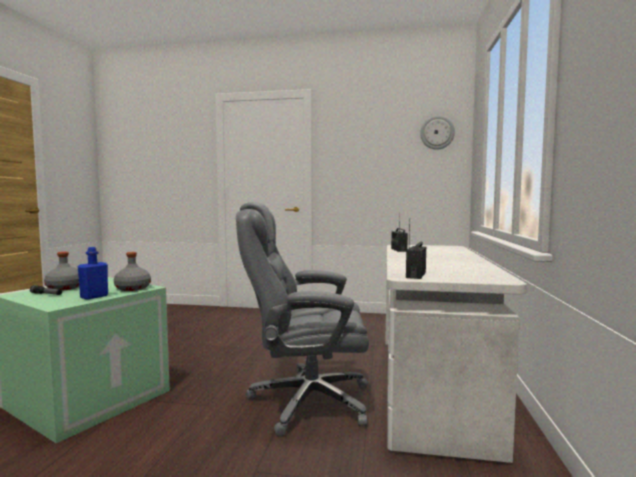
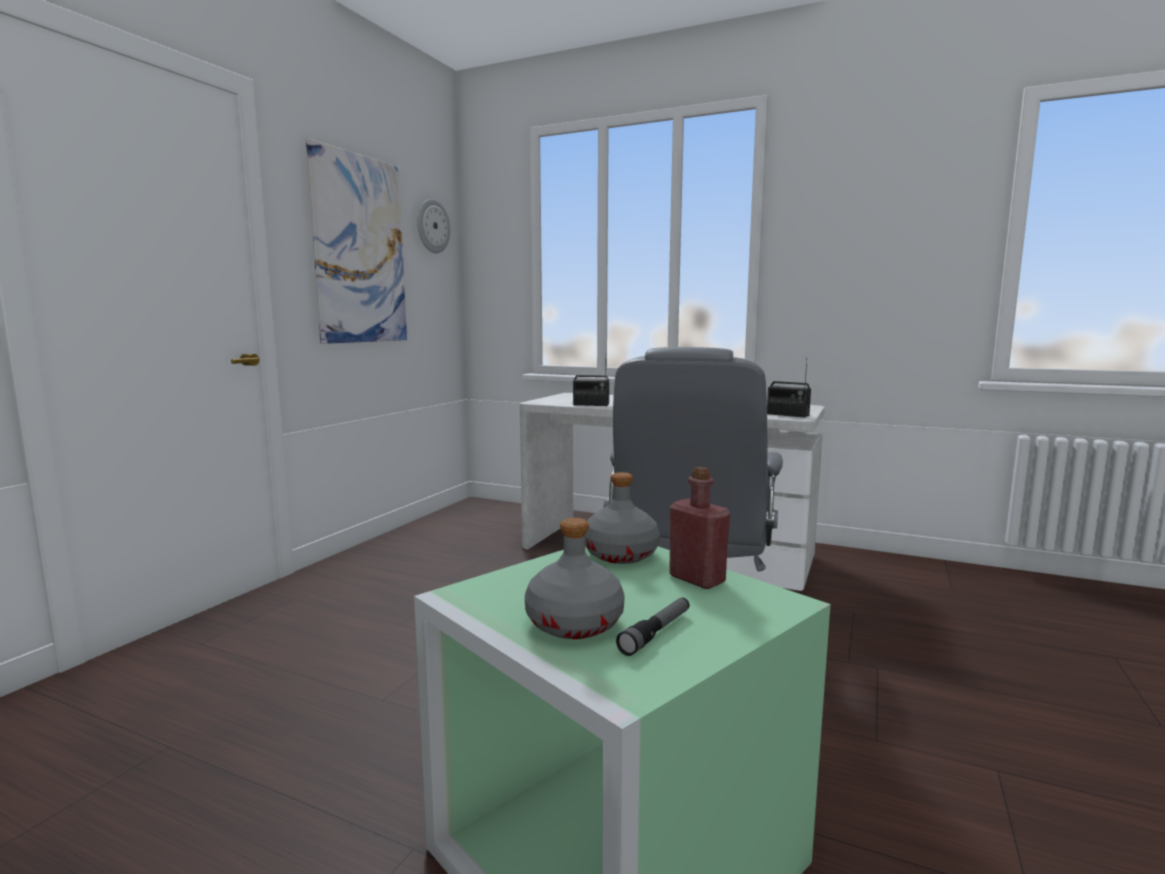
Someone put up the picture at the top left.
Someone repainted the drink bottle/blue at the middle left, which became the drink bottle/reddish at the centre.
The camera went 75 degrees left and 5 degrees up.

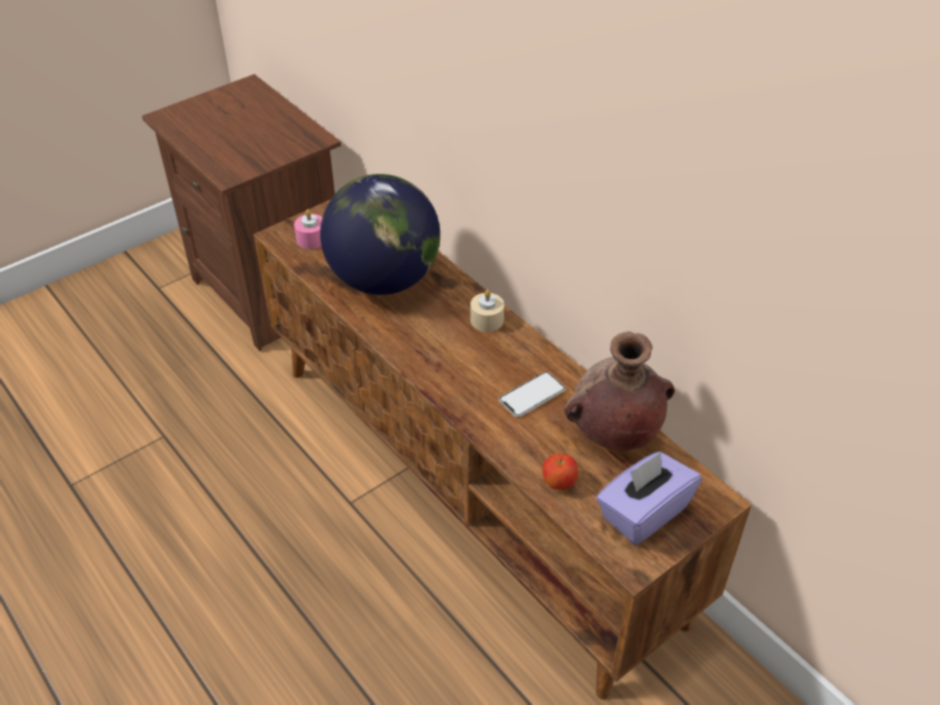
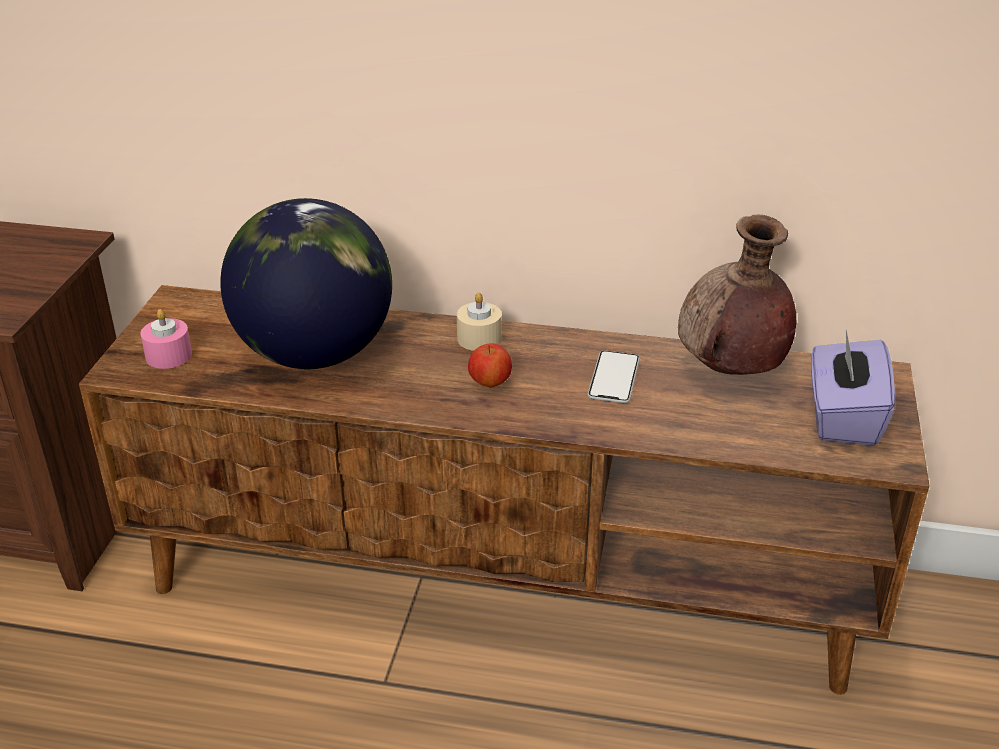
Someone carried the whole apple from the bottom centre to the centre.
The camera went 40 degrees left and 10 degrees down.

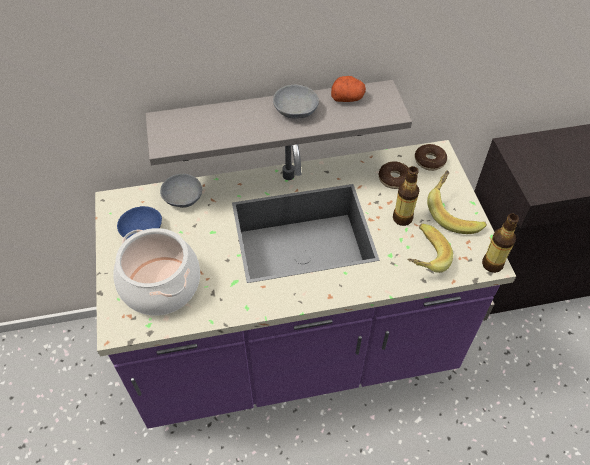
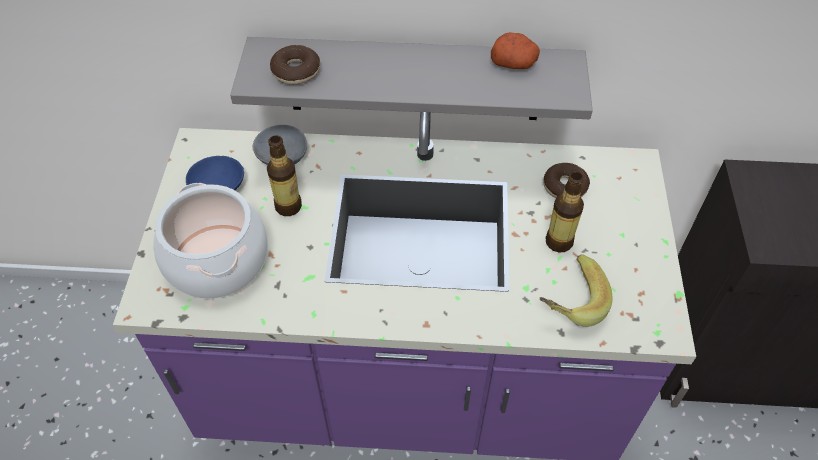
Someone took away the deep dish/gray (2nd from left) at the top centre.
Someone took away the whole banana (2nd from left) at the middle right.
Someone carried the donut (2nd from left in the first image) from the middle right to the top centre.
Someone carried the drink bottle (2nd from left in the first image) from the middle right to the centre.
The camera went 15 degrees right and 0 degrees up.

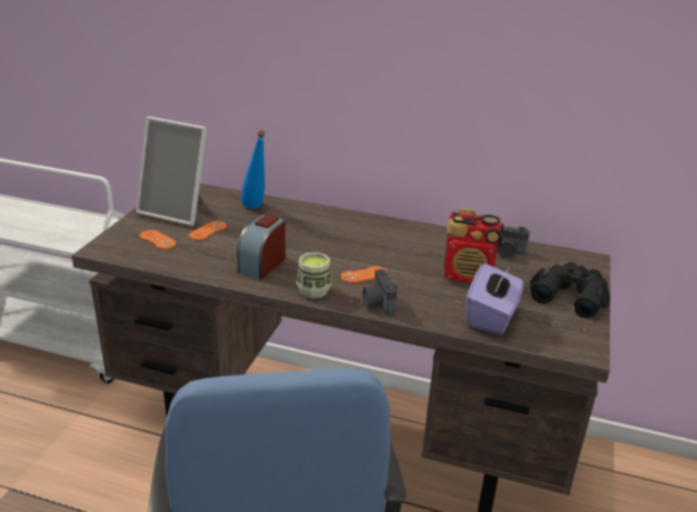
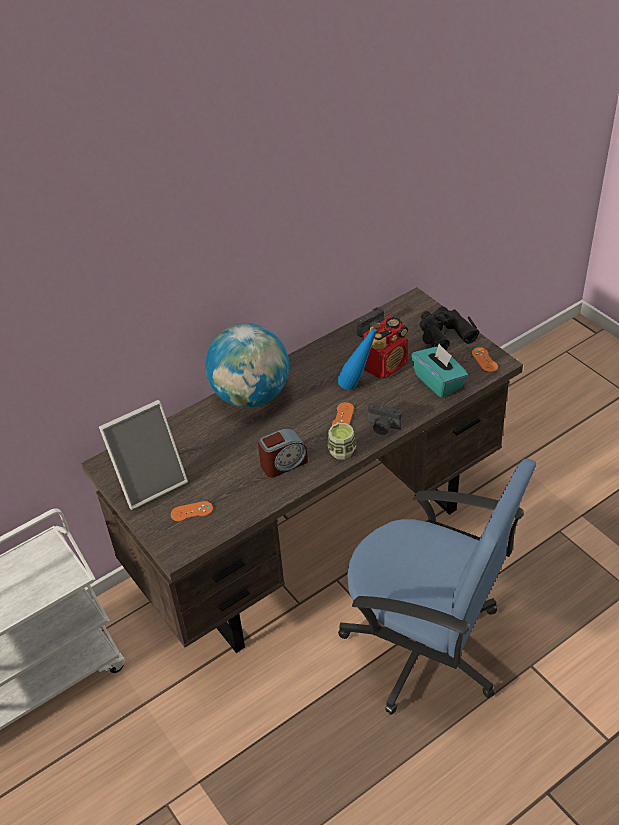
Someone put down the desk globe at the centre.
Someone carried the game controller/orange (2nd from left in the first image) from the middle left to the middle right.
Someone carried the drink bottle/blue from the top centre to the centre.
Someone repainted the tissue box/purplish at the middle right, which became the tissue box/turquoise-coloured at the middle right.
Someone rotated the alarm clock at the centre by 90 degrees counterclockwise.
The camera went 50 degrees left and 15 degrees up.

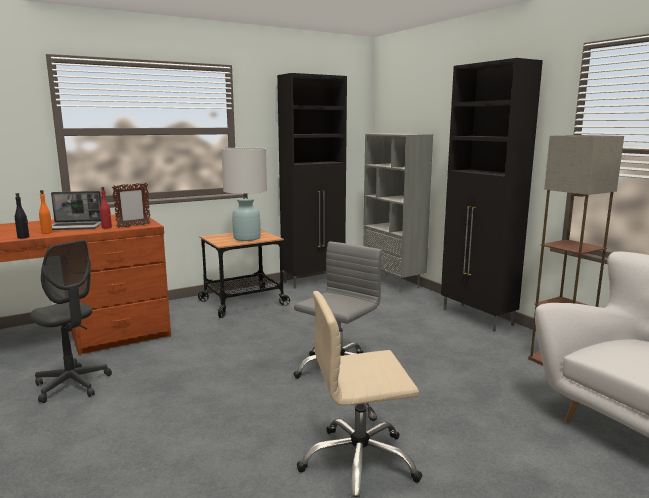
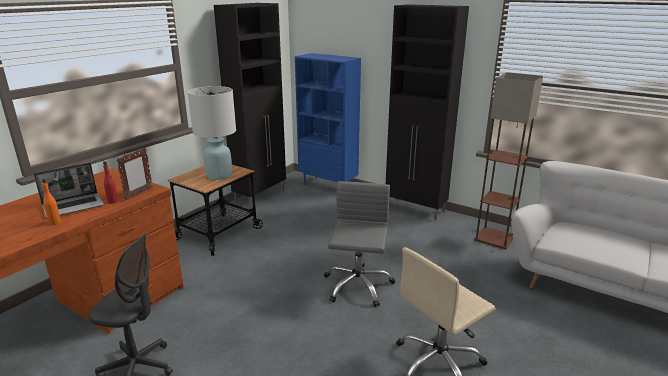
Someone took away the drink bottle/blackish at the middle left.
Someone repainted the bookshelf/gray at the centre, which became the bookshelf/blue at the top centre.
The camera went 25 degrees left and 10 degrees up.

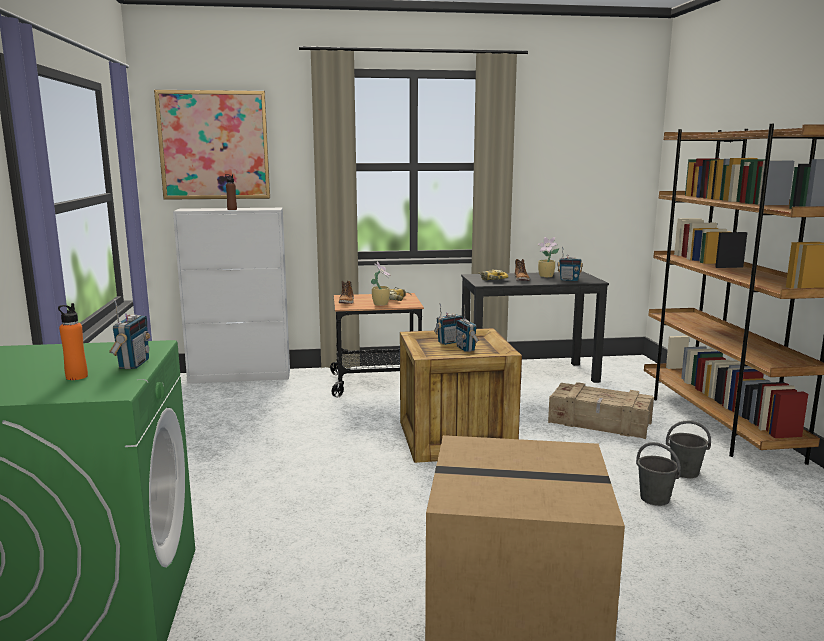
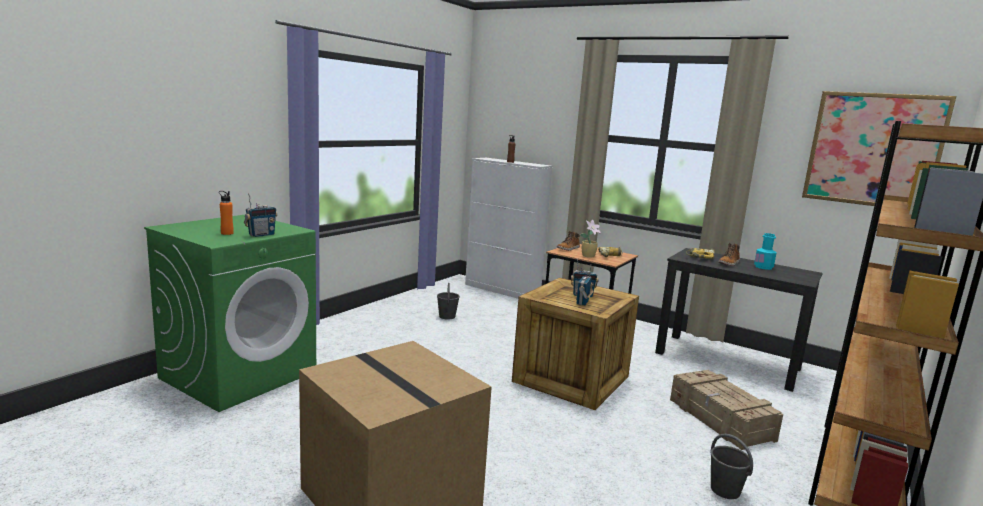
Someone took away the radio receiver (4th from left) at the middle right.
Someone carried the picture from the top left to the top right.
Someone carried the pail/gray (1st from left) from the bottom right to the centre.
Someone swapped the houseplant (2nd from left) at the centre for the drink bottle/turquoise-coloured at the middle right.
The camera went 40 degrees right and 0 degrees up.

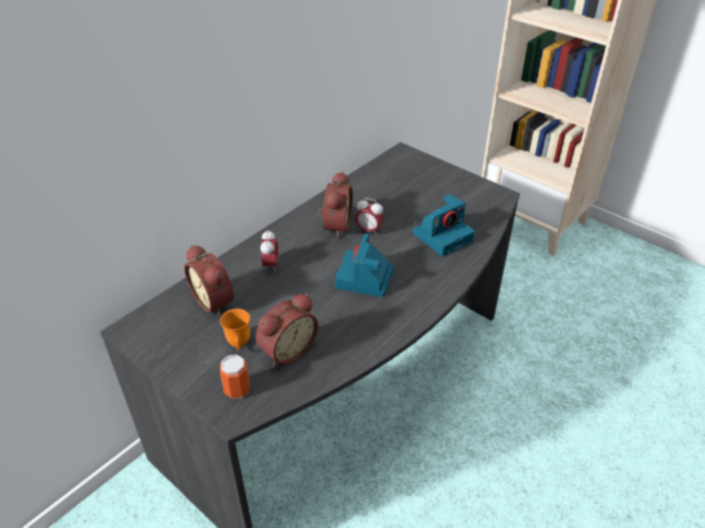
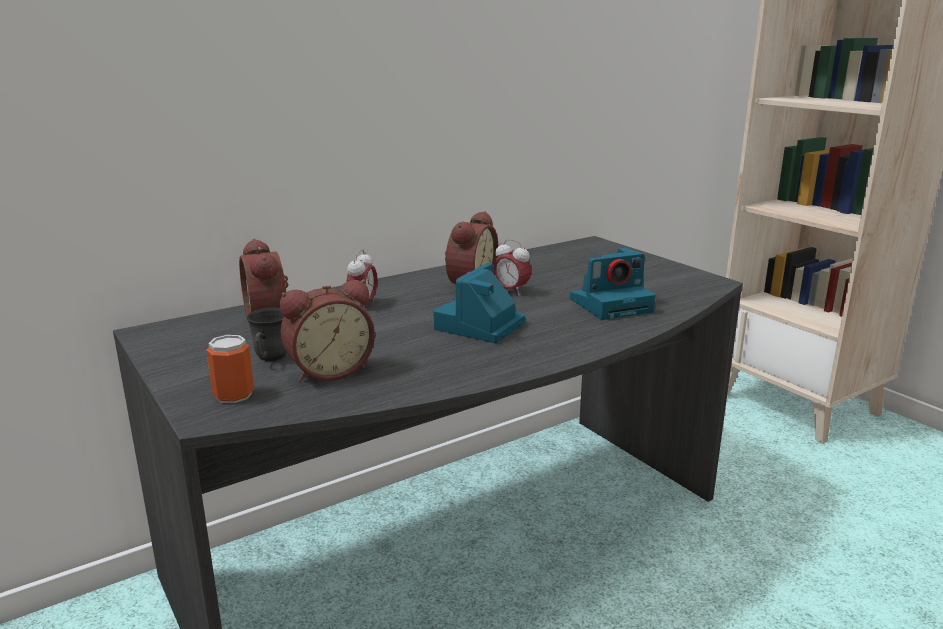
Someone repainted the tea mug/orange at the centre, which became the tea mug/gray at the middle left.
The camera went 15 degrees right and 20 degrees down.

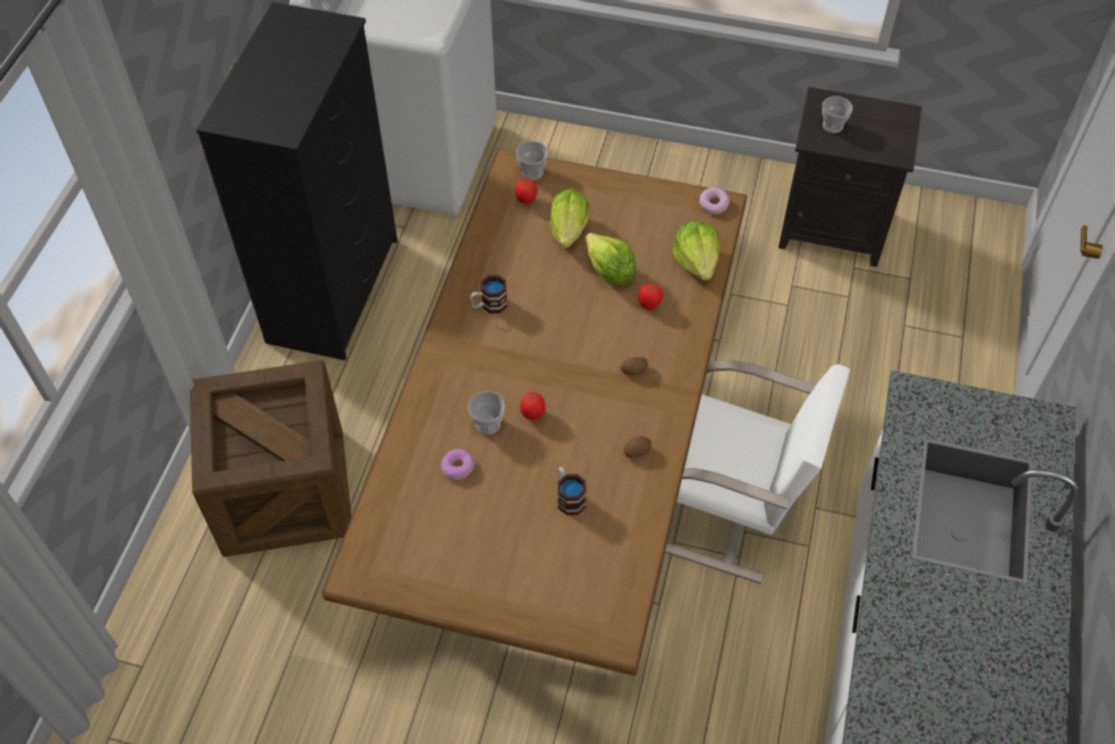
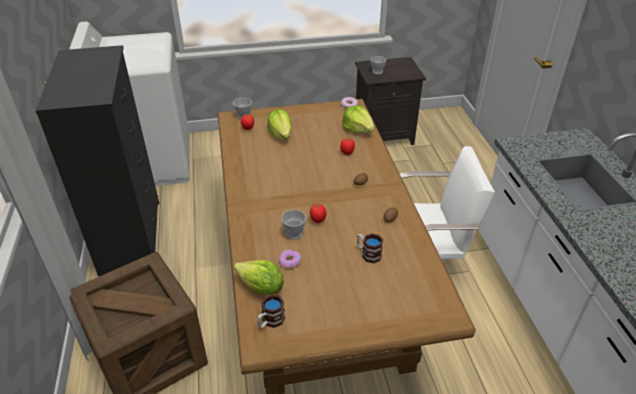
Someone carried the tea mug (1st from left) from the centre to the bottom centre.
Someone carried the lettuce (2nd from left in the first image) from the centre to the bottom centre.
The camera went 25 degrees left and 15 degrees down.

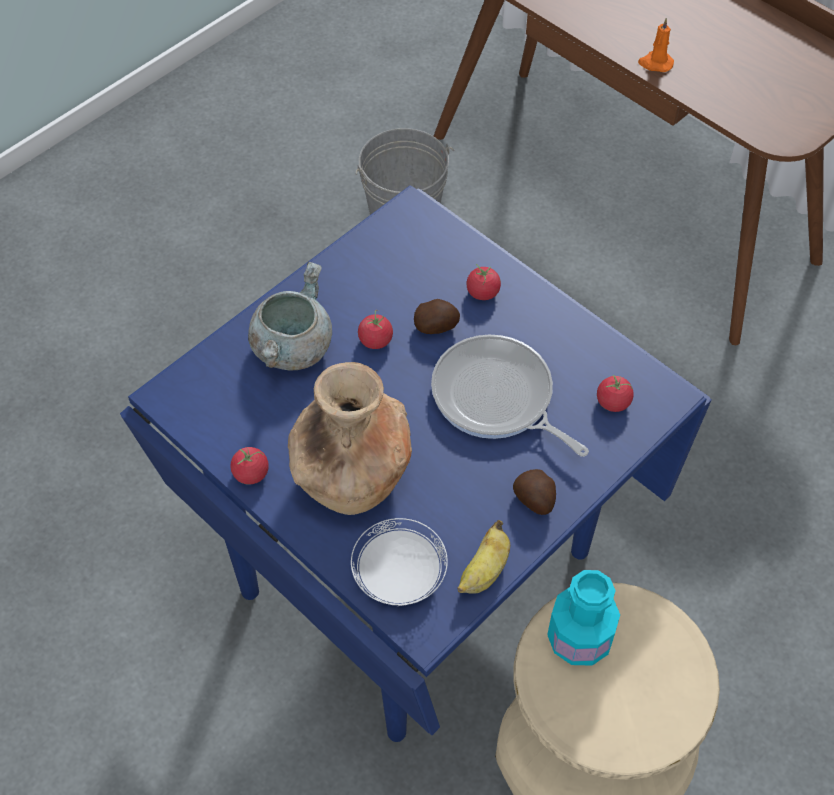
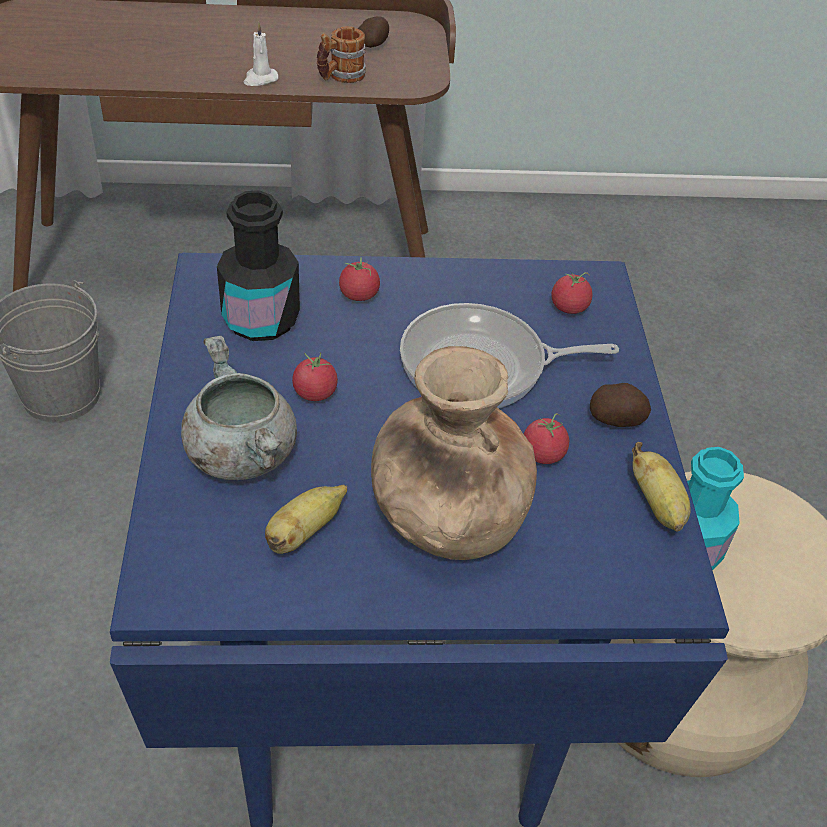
Someone took away the flat dish/white at the bottom centre.
Someone put down the drink bottle/blackish at the top left.
Someone put down the whole banana (1st from left) at the centre.
Someone put down the tea mug at the top centre.
Someone carried the whole tomato (1st from left in the first image) from the middle left to the centre.
Someone carried the whole potato (1st from left) from the centre to the top centre.
Someone repainted the wax candle/orange at the top right, which became the wax candle/white at the top left.
The camera went 50 degrees left and 10 degrees down.

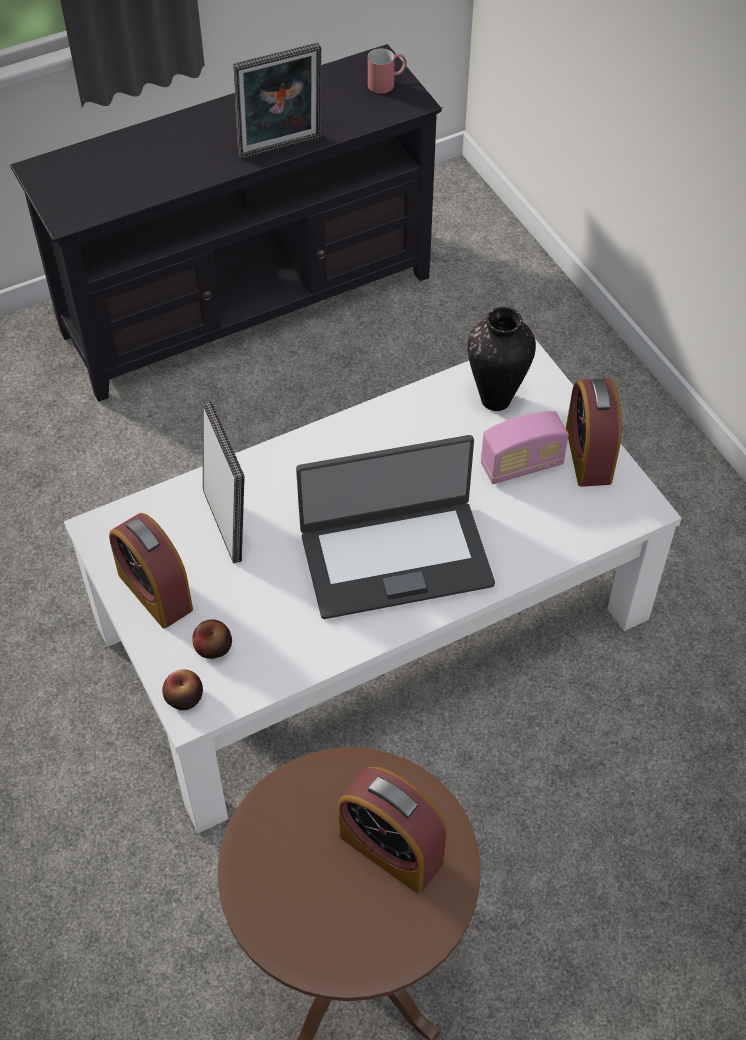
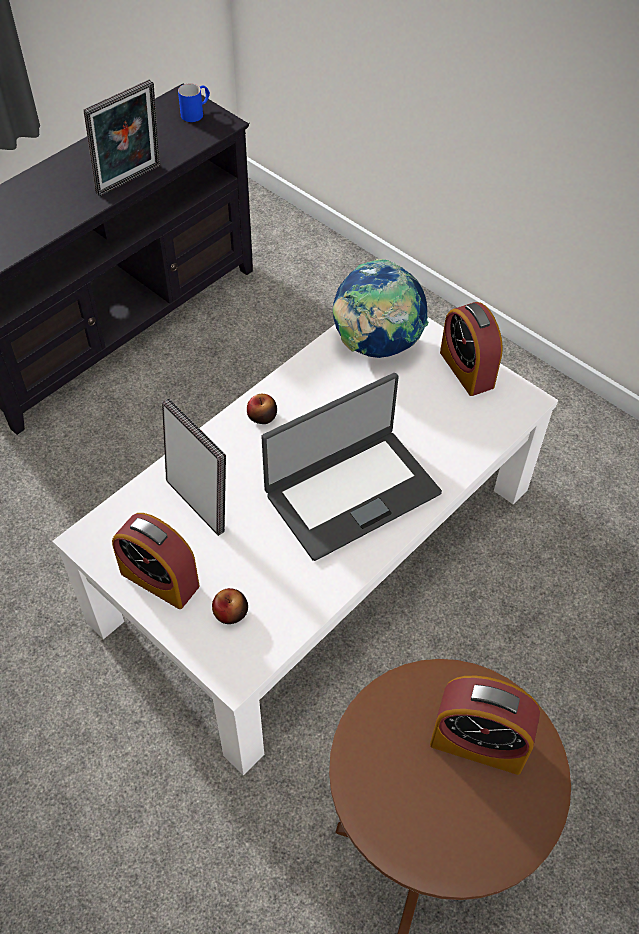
Someone took away the radio receiver at the middle right.
Someone carried the whole apple (1st from left in the first image) from the middle left to the centre.
Someone swapped the flower vase at the middle right for the desk globe at the top centre.
Someone repainted the tea mug/reddish at the top centre, which became the tea mug/blue at the top left.
The camera went 20 degrees left and 0 degrees up.

